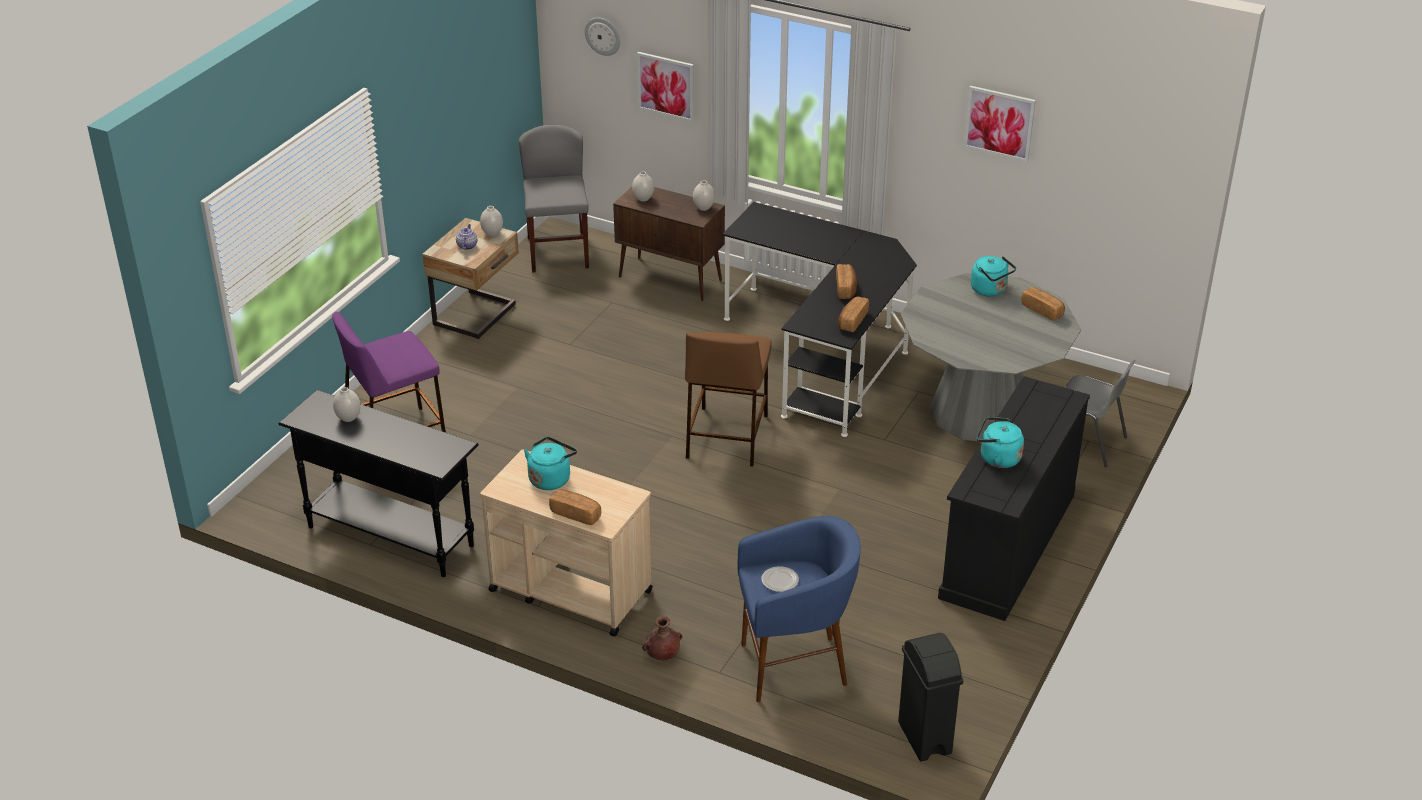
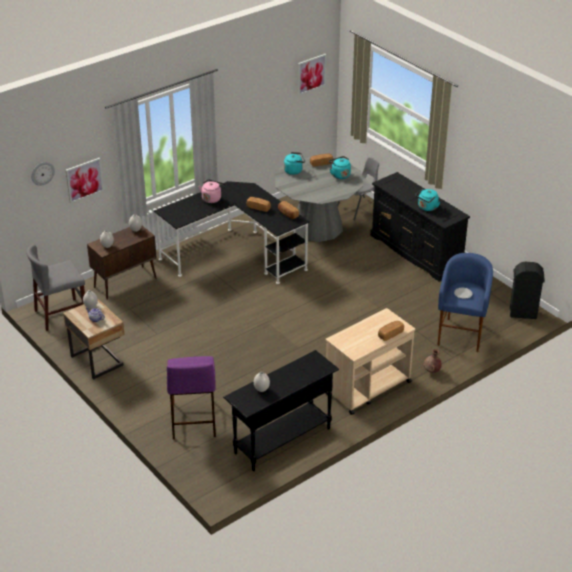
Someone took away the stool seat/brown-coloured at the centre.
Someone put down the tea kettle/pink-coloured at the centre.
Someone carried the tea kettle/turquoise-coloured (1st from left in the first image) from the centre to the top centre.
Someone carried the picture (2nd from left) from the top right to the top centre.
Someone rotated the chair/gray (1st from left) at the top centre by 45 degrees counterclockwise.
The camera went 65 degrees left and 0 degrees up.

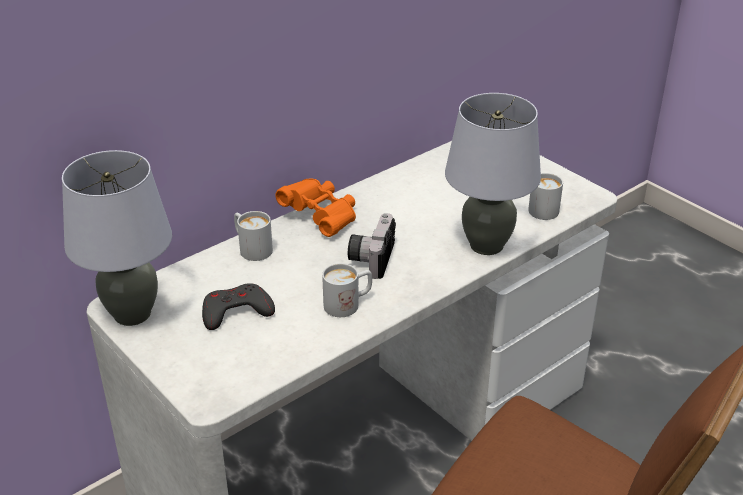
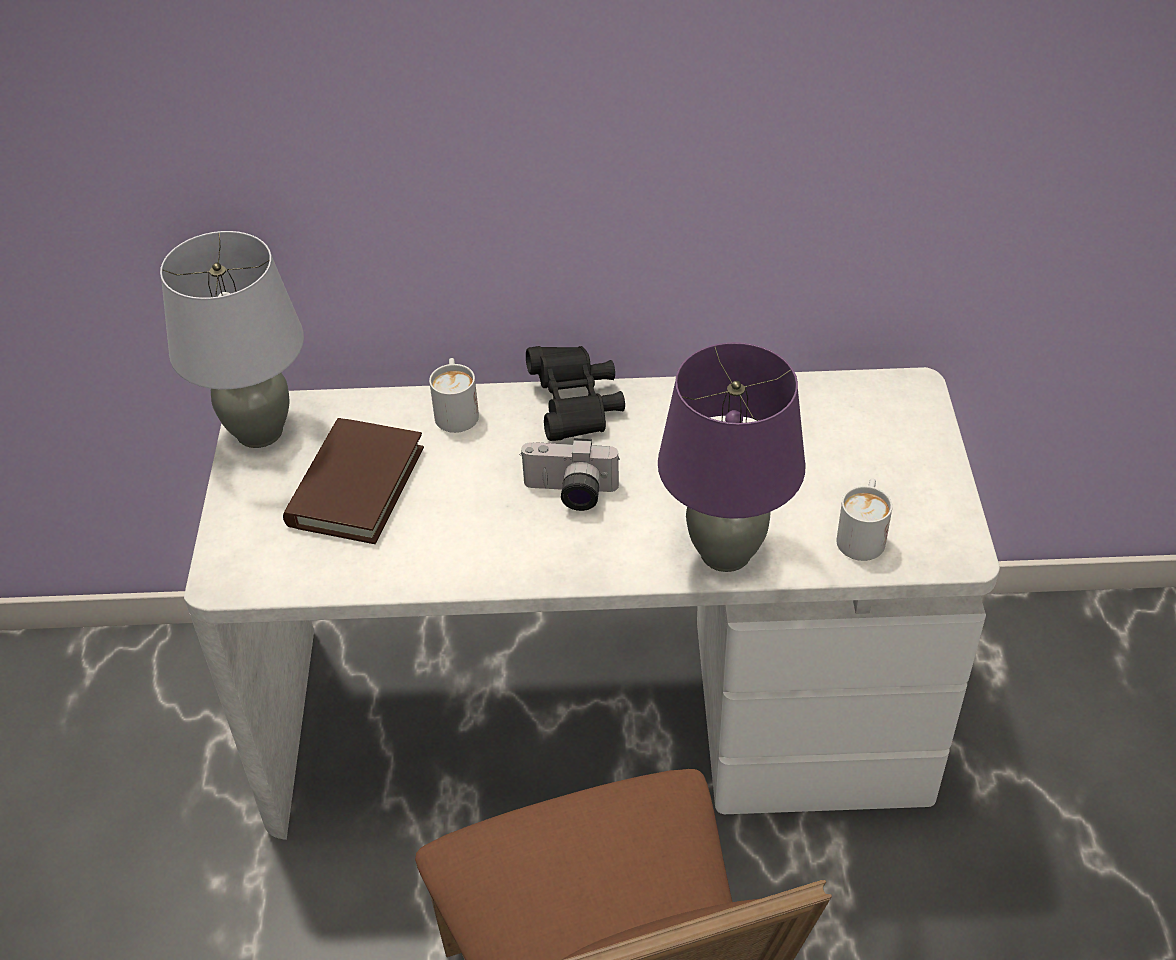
Someone took away the tea mug/white (2nd from left) at the centre.
Someone swapped the game controller/gray at the middle left for the volume/brown-coloured at the middle left.
Someone repainted the field glasses/orange at the centre, which became the field glasses/blackish at the centre.
Someone repainted the lamp for a table/gray (2nd from left) at the centre, which became the lamp for a table/purplish at the centre.
Someone rotated the photo camera at the centre by 135 degrees counterclockwise.
The camera went 40 degrees right and 10 degrees up.

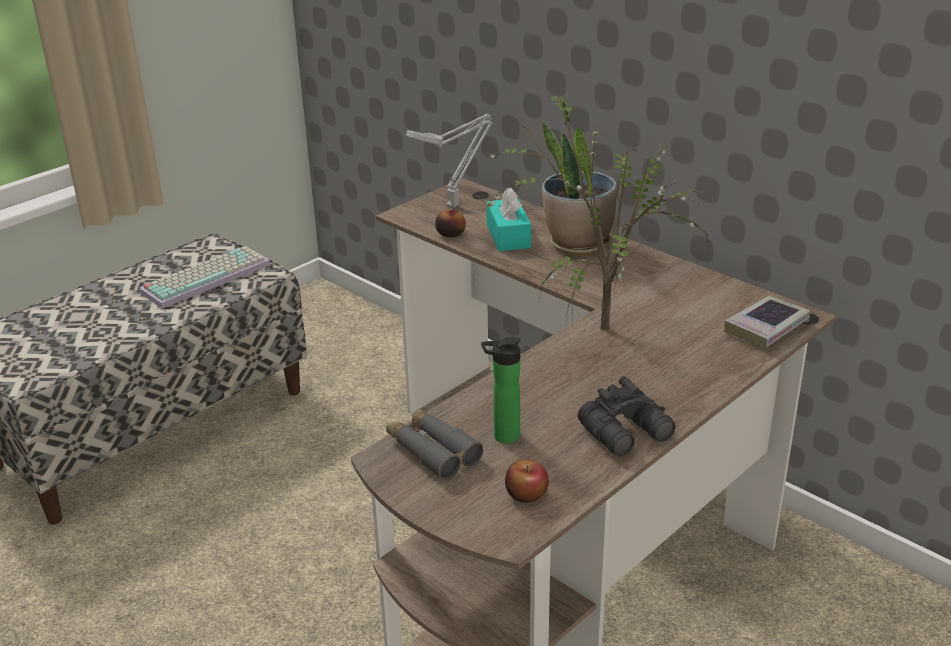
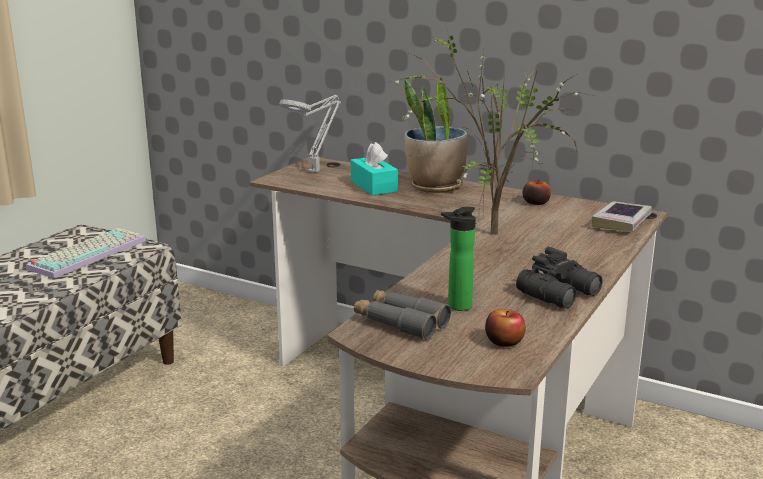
Someone carried the whole apple (1st from left in the first image) from the centre to the middle right.
The camera went 15 degrees left and 10 degrees down.

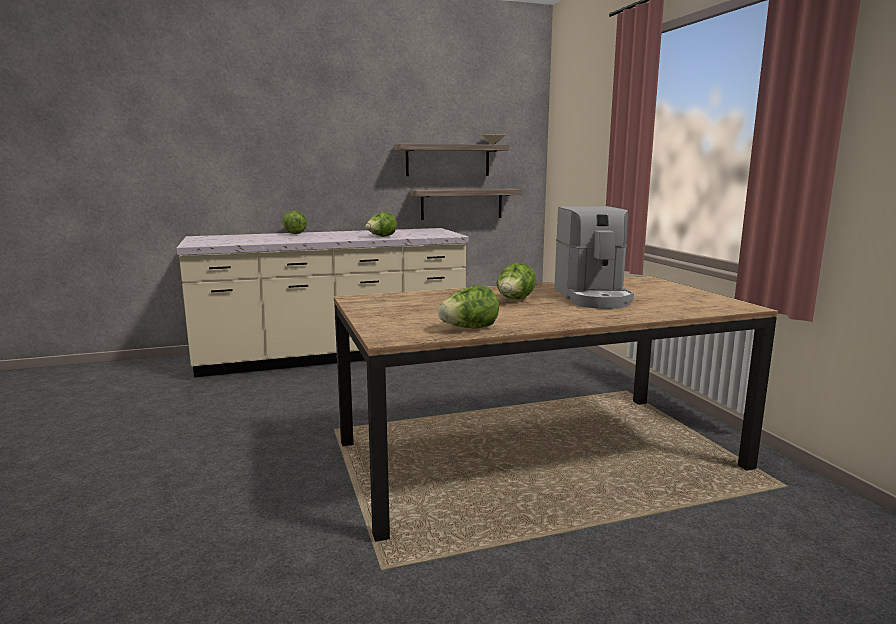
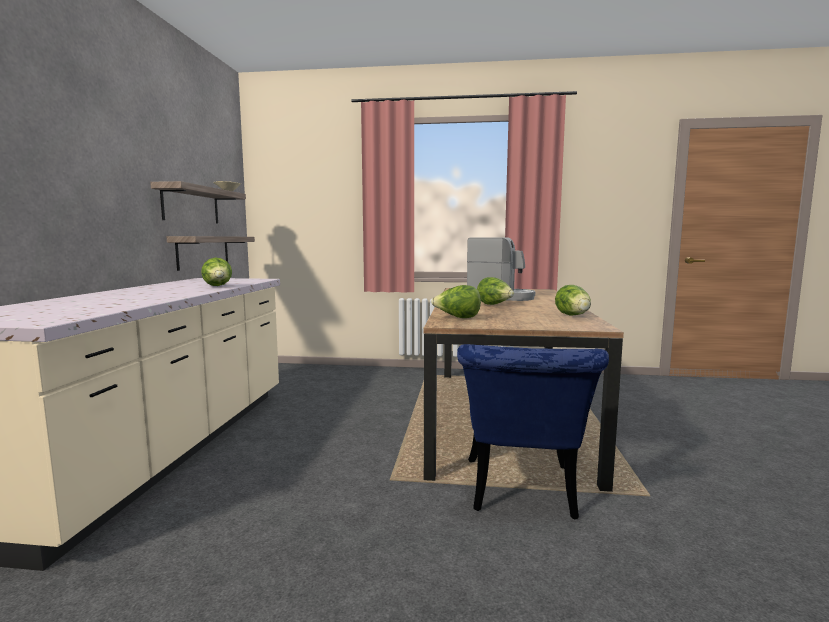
Someone put down the chair/blue at the bottom centre.
Someone carried the lettuce (1st from left in the first image) from the middle left to the centre.
The camera went 65 degrees left and 5 degrees down.

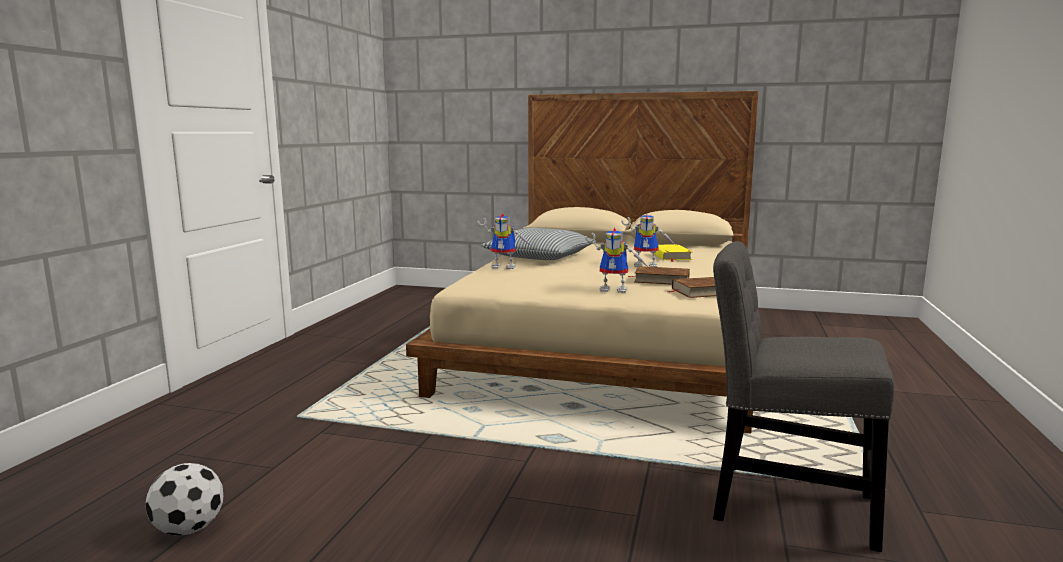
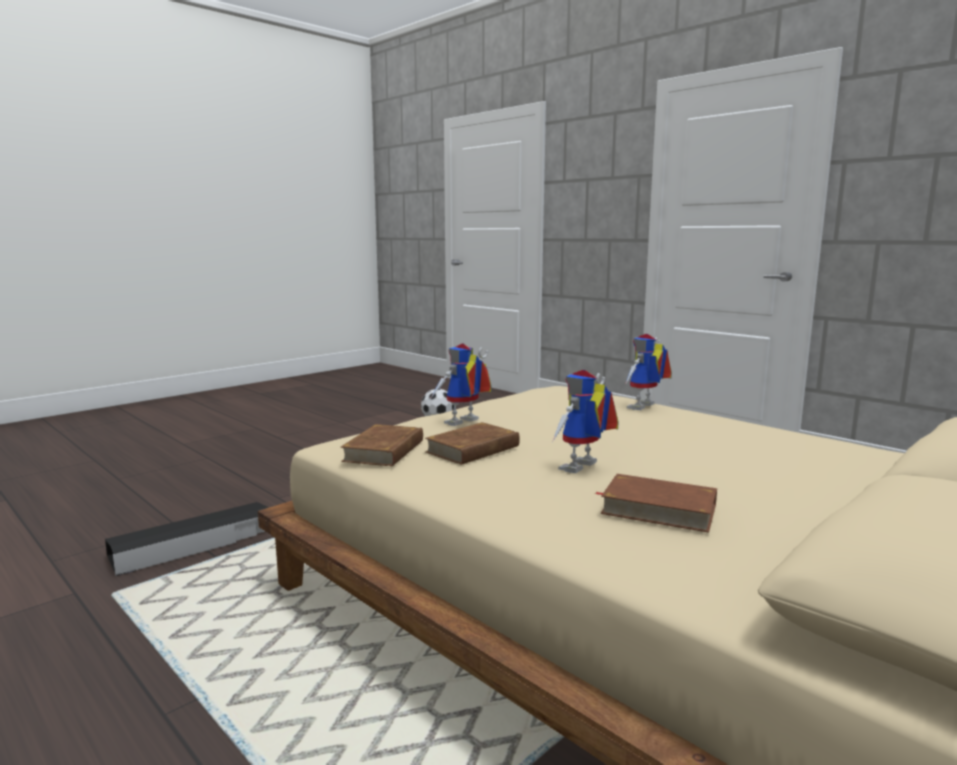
Someone took away the pillow at the centre.
Someone swapped the chair/gray at the bottom right for the storage container/blackish at the bottom left.
Someone repainted the volume/yellow at the centre, which became the volume/brown-coloured (3rd from left) at the middle right.
The camera went 120 degrees right and 0 degrees up.

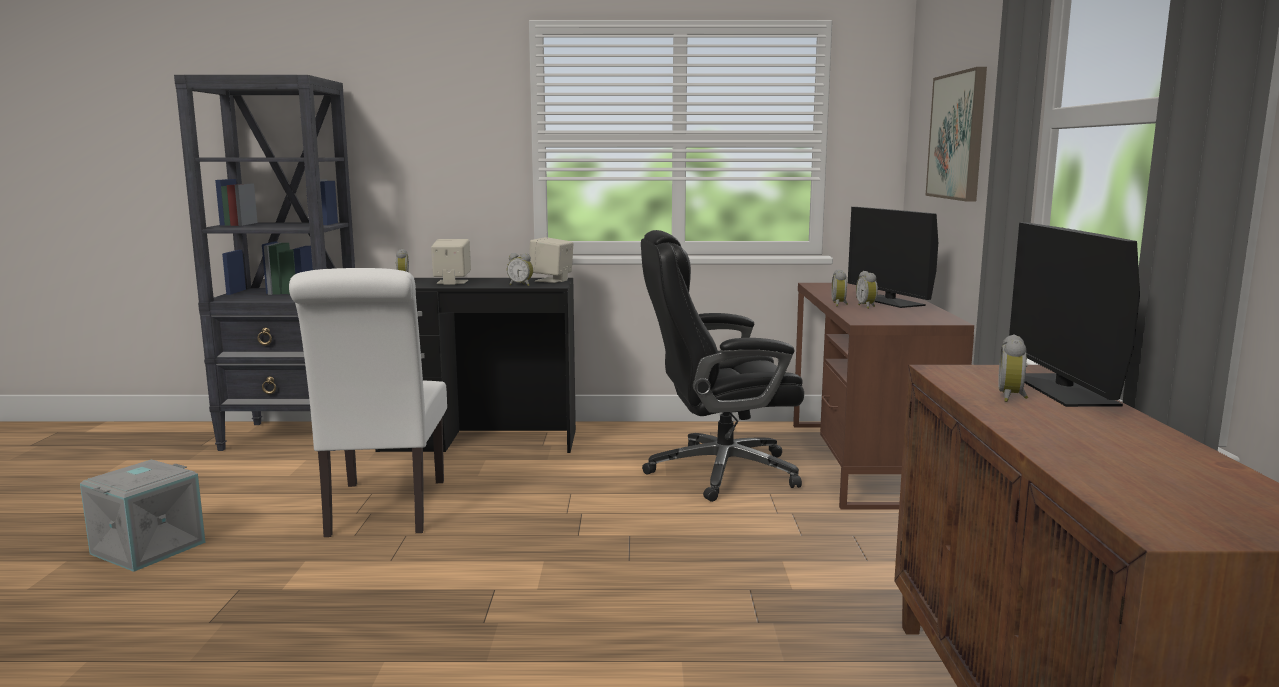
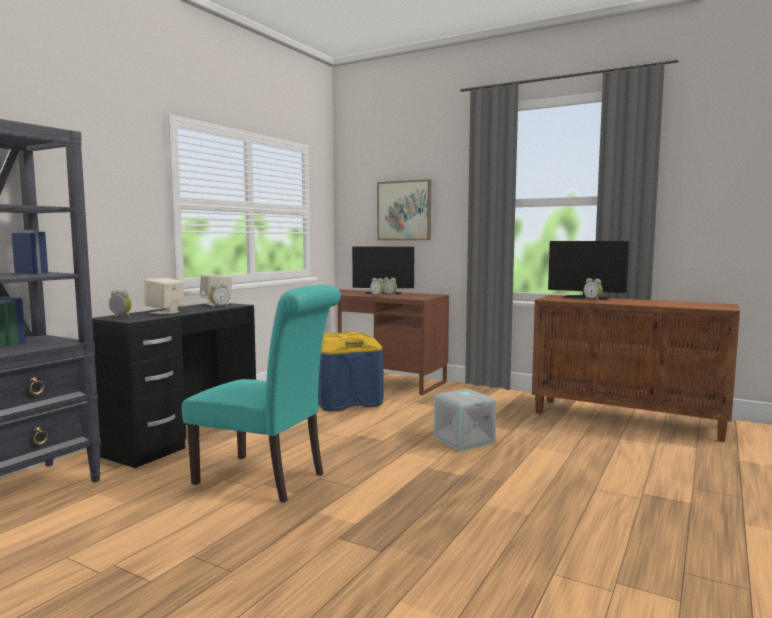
Someone carried the storage container/gray from the bottom left to the bottom centre.
Someone swapped the computer chair/blackish at the centre for the storage container/blue at the centre.
Someone repainted the chair/white at the middle left, which became the chair/turquoise-coloured at the centre.
The camera went 60 degrees left and 5 degrees down.

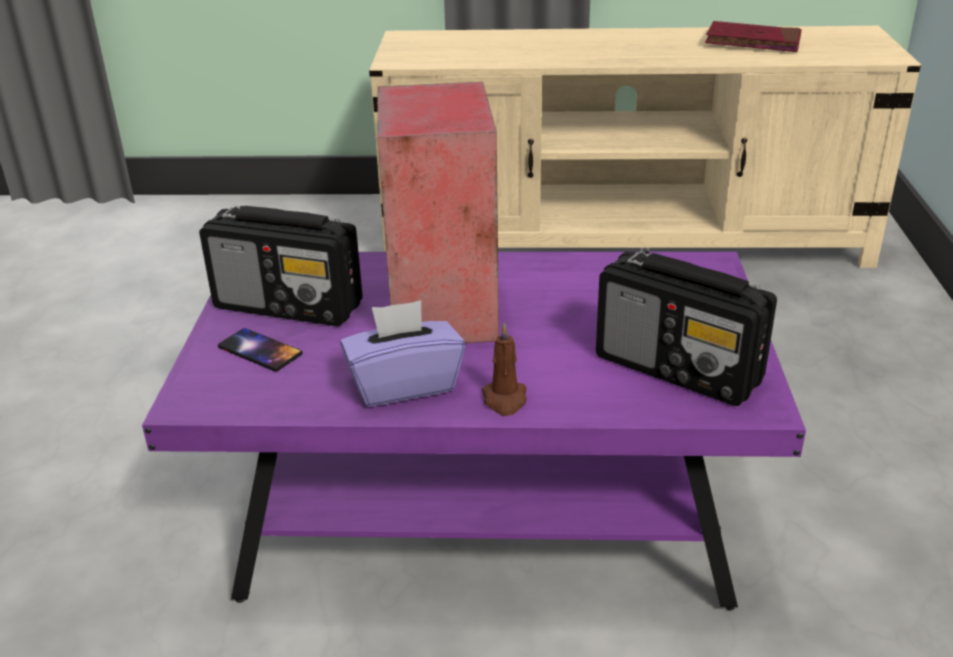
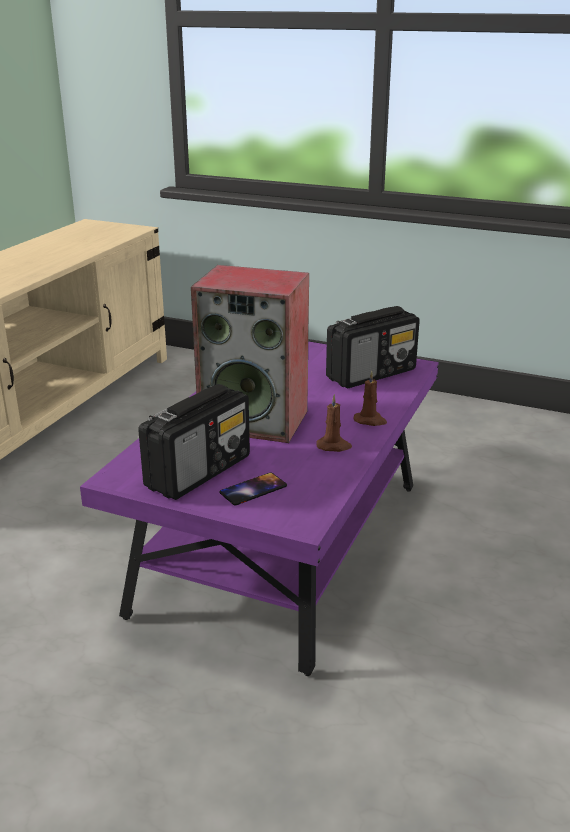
Someone took away the volume/reddish at the top right.
Someone swapped the tissue box/purplish at the centre for the wax candle/brown-coloured (1st from left) at the centre.
The camera went 70 degrees left and 5 degrees down.

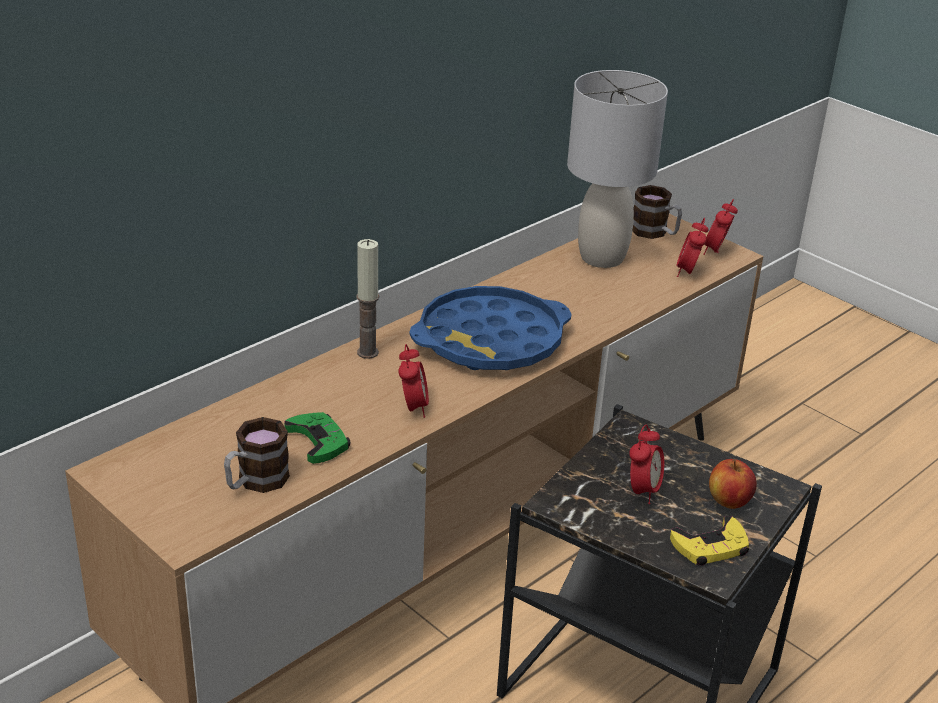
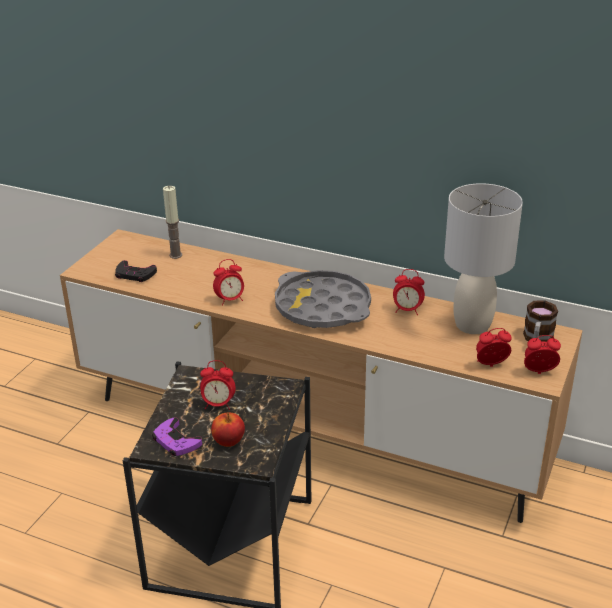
Someone took away the game controller/green-coloured at the centre.
Someone put down the alarm clock (3rd from left) at the middle right.
Someone carried the wax candle from the centre to the middle left.
Someone swapped the tea mug (1st from left) at the middle left for the game controller/blackish at the middle left.
Someone repainted the tray/blue at the centre, which became the tray/gray at the centre.
Someone repainted the game controller/yellow at the bottom right, which became the game controller/purplish at the bottom left.
The camera went 70 degrees right and 0 degrees up.

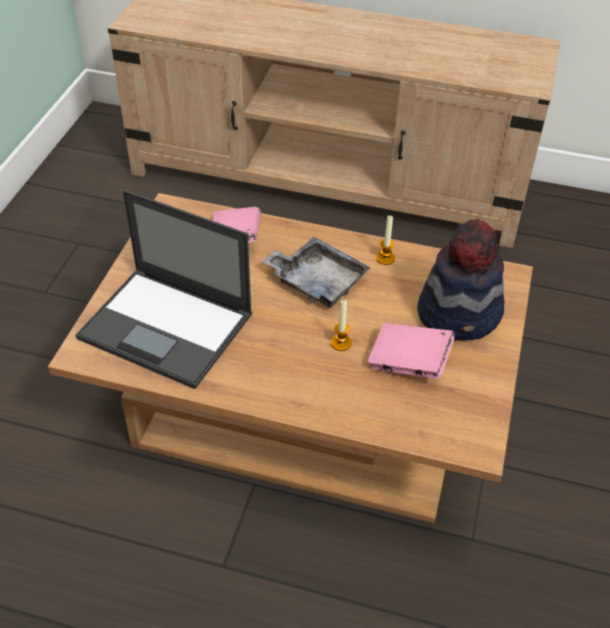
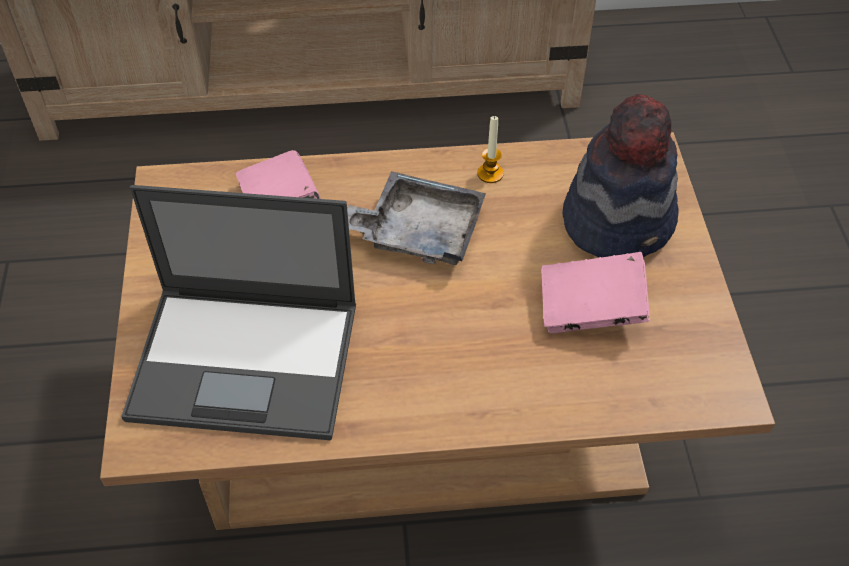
Someone took away the wax candle (1st from left) at the centre.
The camera went 20 degrees left and 5 degrees up.

